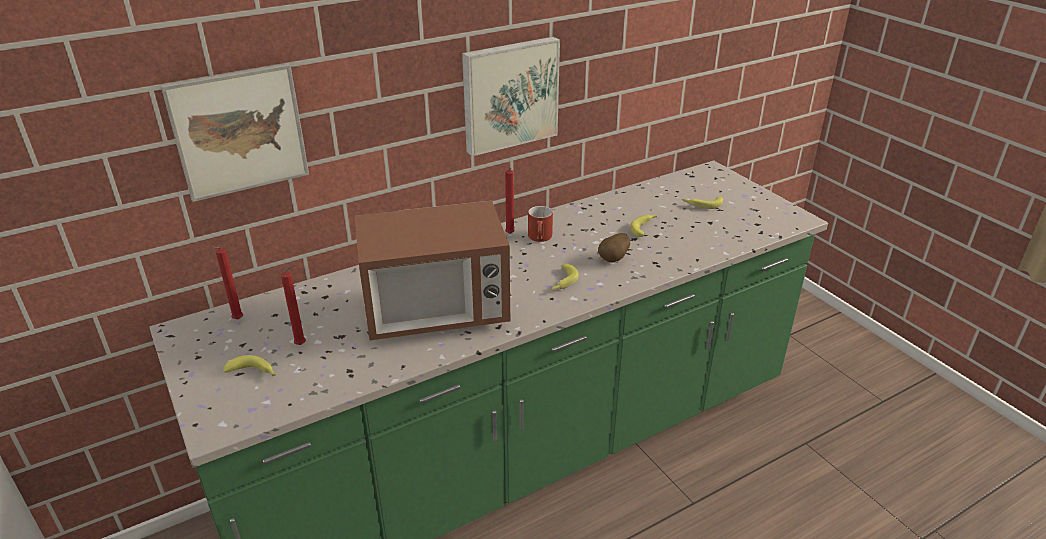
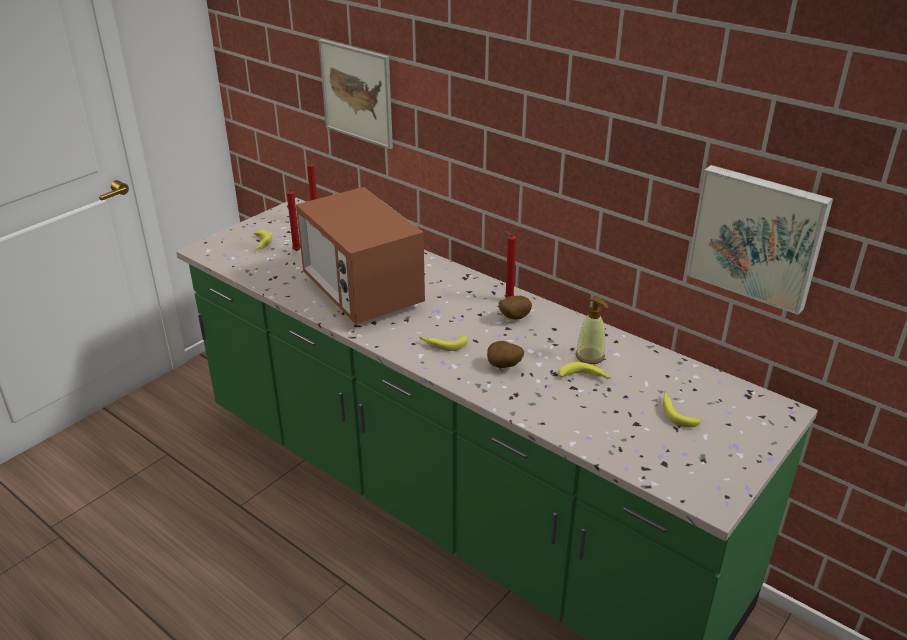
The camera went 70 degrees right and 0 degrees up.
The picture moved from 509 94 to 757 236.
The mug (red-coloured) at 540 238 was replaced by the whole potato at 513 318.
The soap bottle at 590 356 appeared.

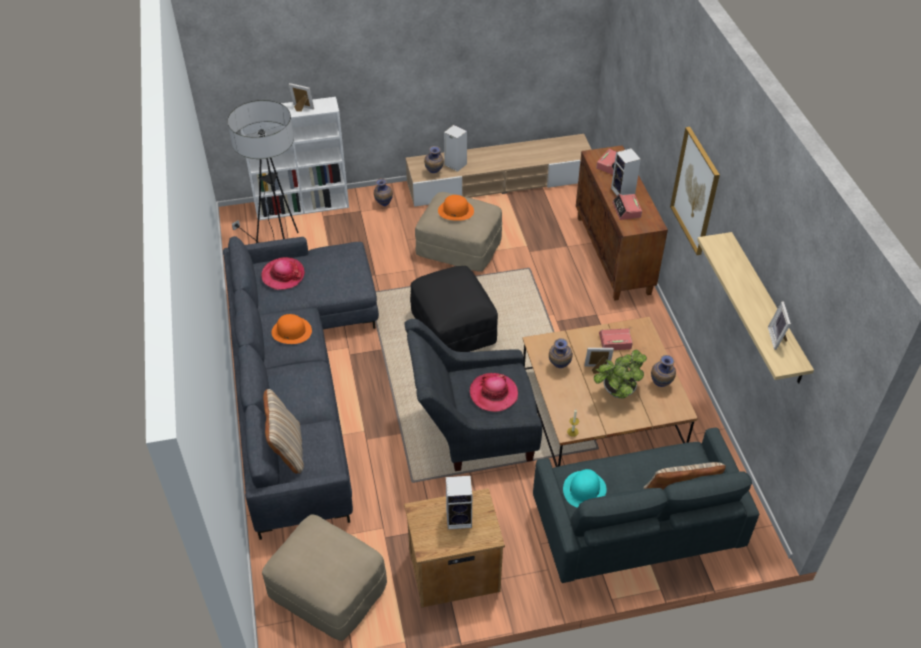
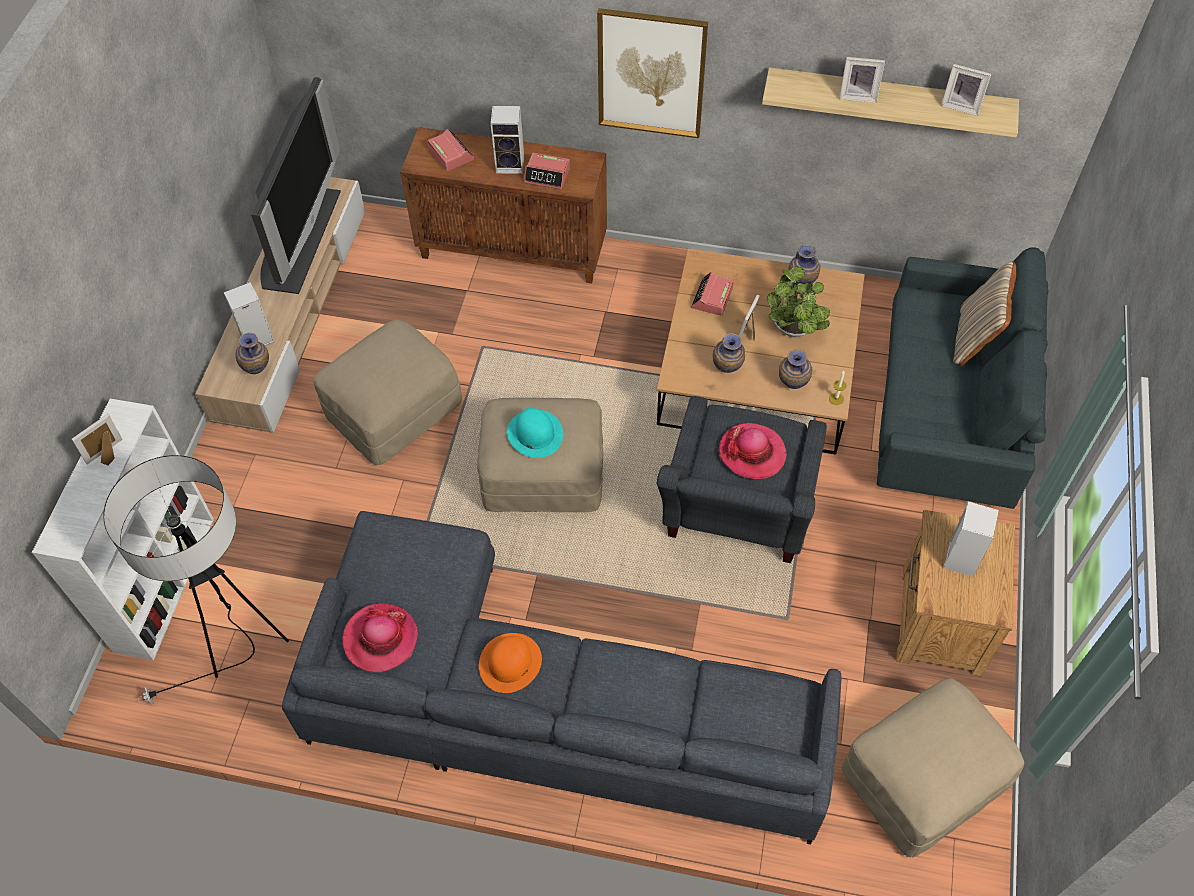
The camera went 65 degrees left and 10 degrees up.
The throw pillow (sand-coloured) at 287 450 disappeared.
The flower vase moved from 383 205 to 791 386.
The ottoman (black-coloured) at 452 327 became the ottoman (sand-coloured) at 542 475.
The wearable hat (orangey) at 456 210 disappeared.
The wearable hat (turquoise) moved from 584 489 to 534 433.
The TV set at 299 238 appeared.
The picture frame at 858 95 appeared.

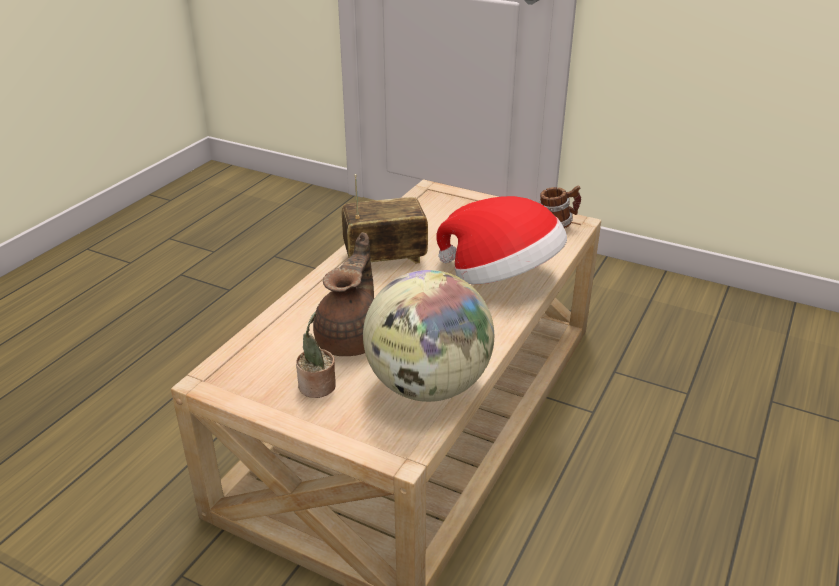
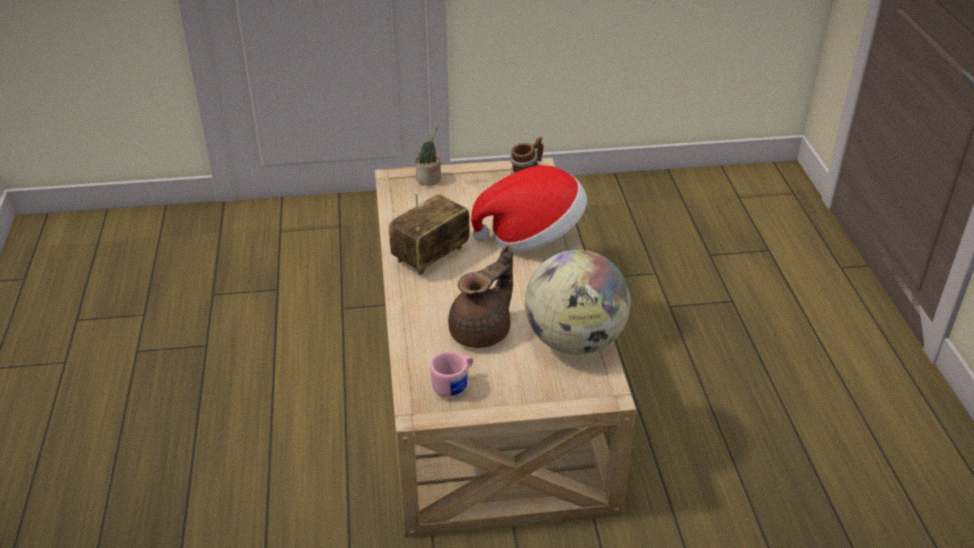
The camera went 35 degrees left and 5 degrees up.
The houseplant moved from 317 387 to 429 179.
The pot for tea (brown) at 352 339 turned 60 degrees clockwise.
The mug (pinkish) at 454 385 appeared.

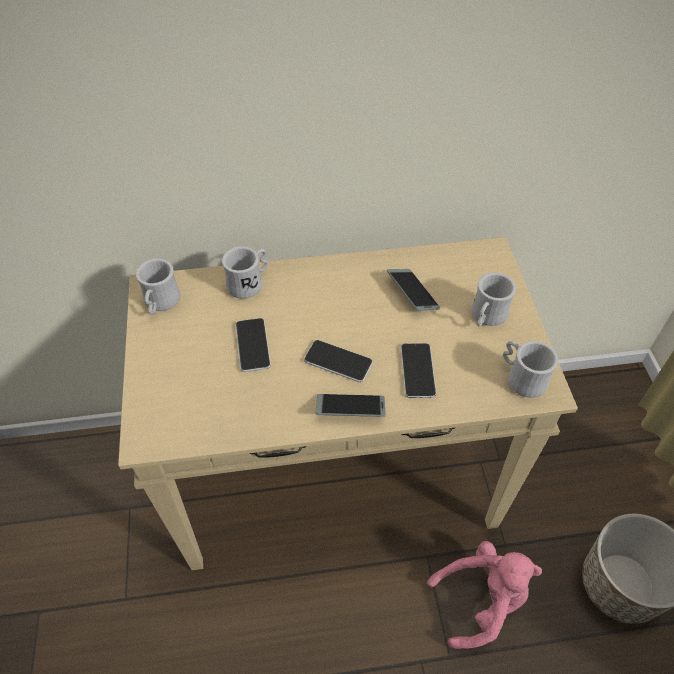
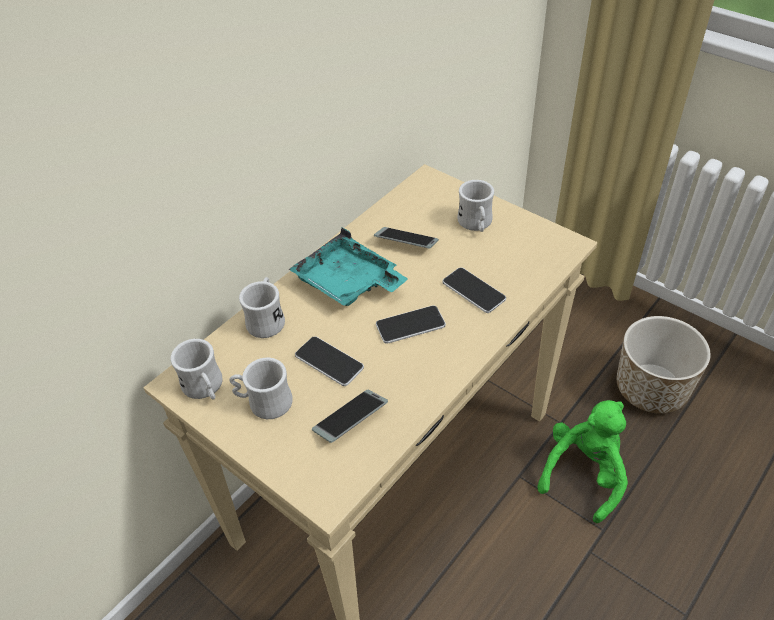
The camera went 40 degrees left and 5 degrees down.
The handset moved from 350 409 to 350 420.
The soft toy (pinkish) at 481 600 became the soft toy (green-coloured) at 584 473.
The mug (white) moved from 521 378 to 264 402.
The tray (turquoise) at 348 283 appeared.

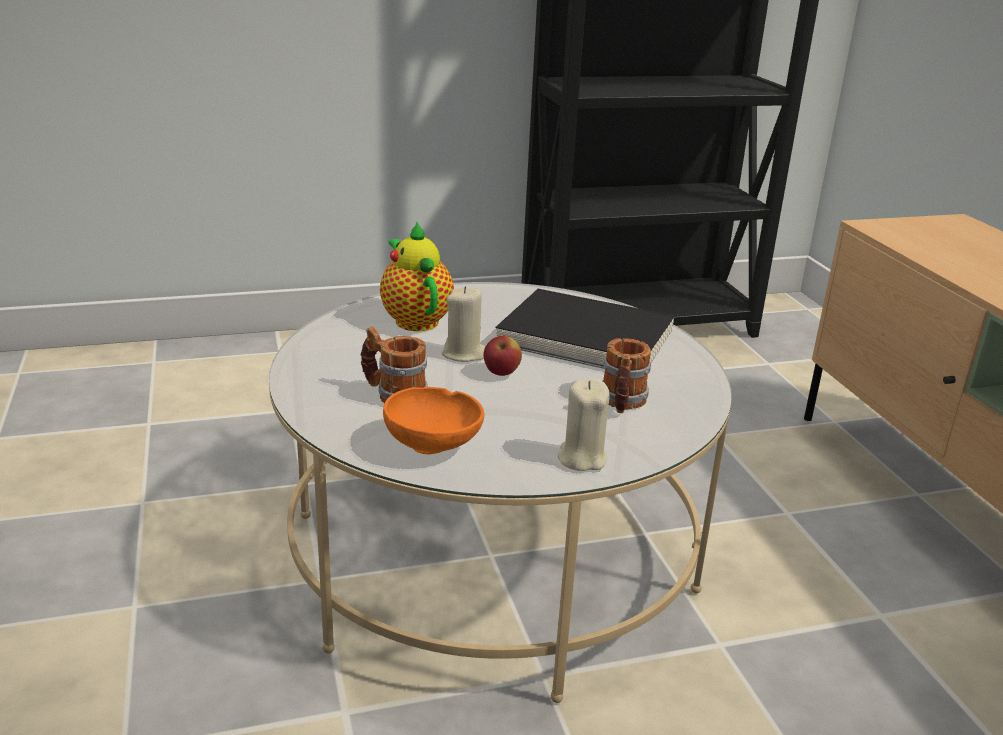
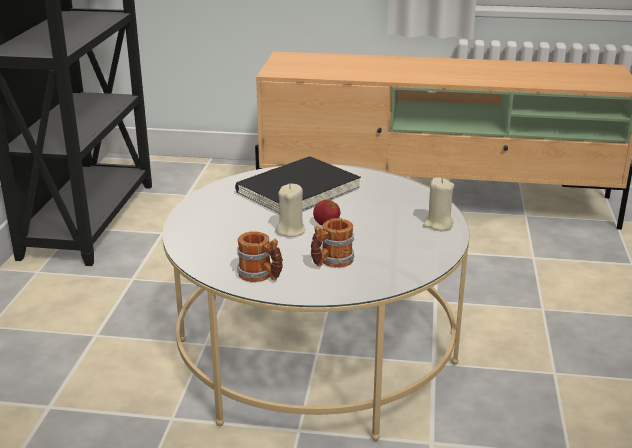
The camera went 65 degrees left and 0 degrees up.
The pot for tea at 415 319 disappeared.
The deep dish (orangey) at 435 445 disappeared.
The mug moved from 622 403 to 261 276.

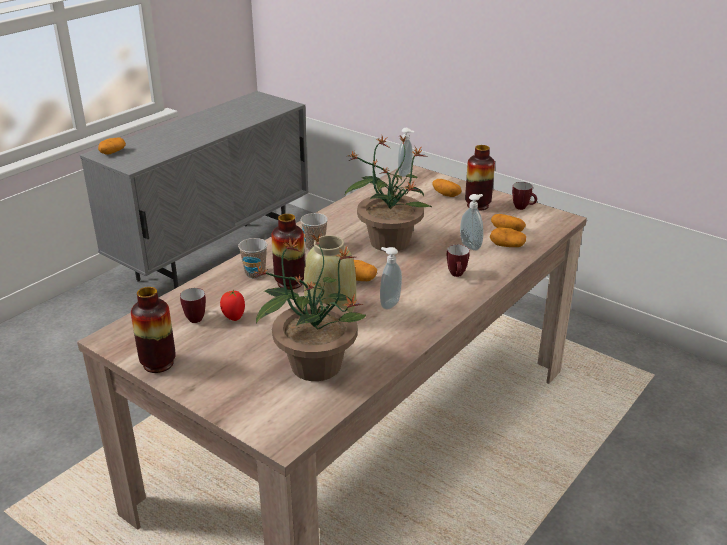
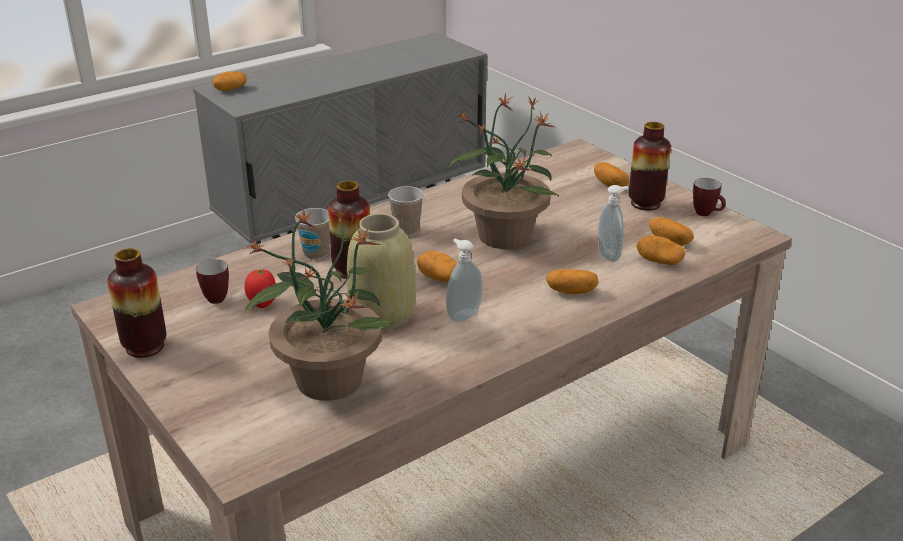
The camera went 15 degrees right and 0 degrees up.
The soap bottle at 406 174 disappeared.
The mug at 457 275 was replaced by the whole potato at 571 291.

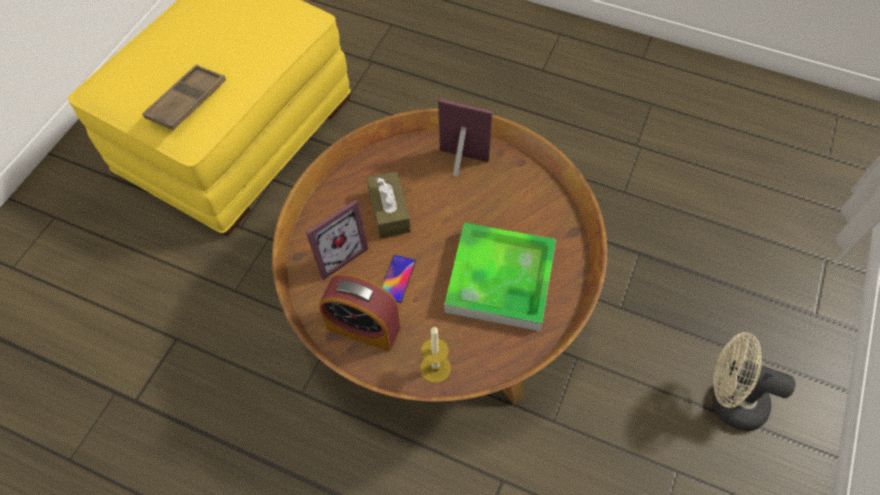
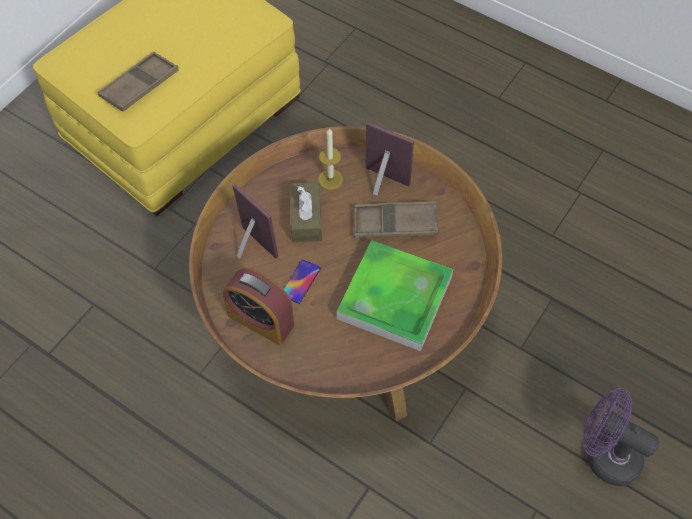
The camera went 10 degrees right and 0 degrees up.
The picture frame at 336 254 turned 105 degrees counterclockwise.
The wax candle moved from 435 368 to 330 179.
The cooling fan (sand-coloured) at 729 401 became the cooling fan (purplish) at 604 455.
The tray (brown) at 395 224 appeared.

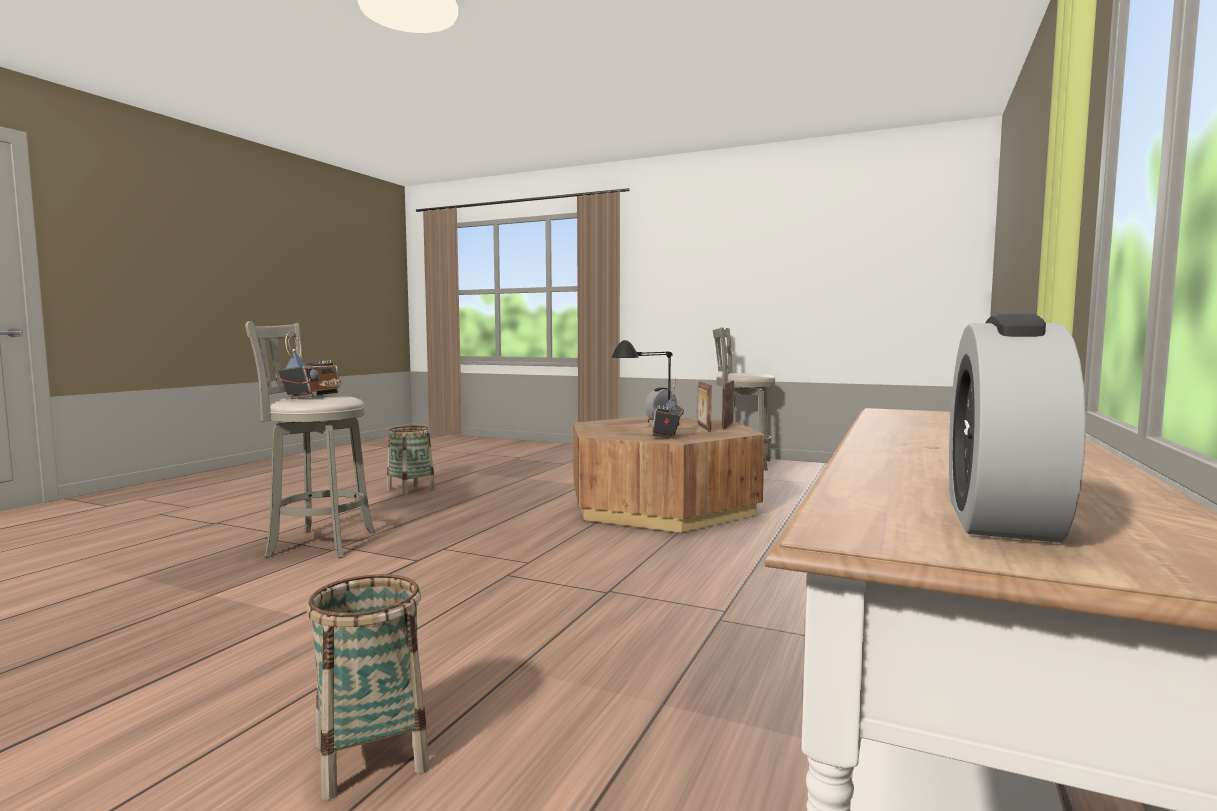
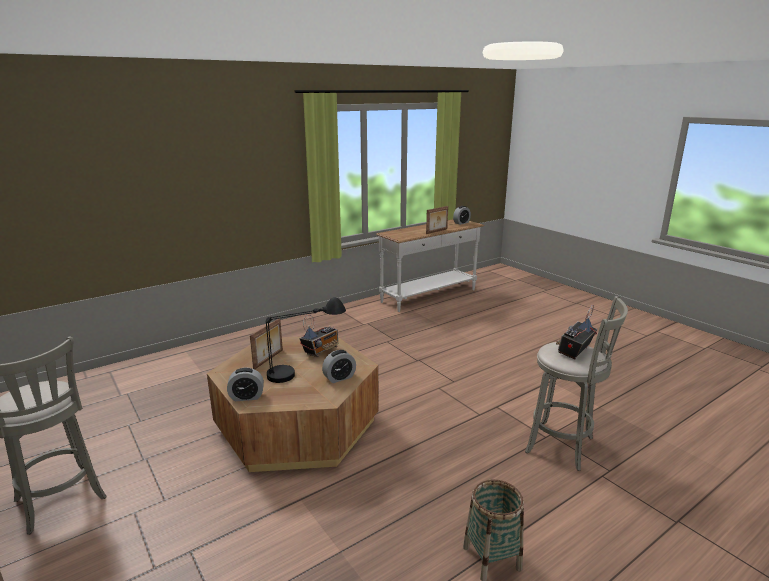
The camera went 150 degrees left and 15 degrees up.
The storage basket at 371 757 disappeared.
The picture frame moved from 727 426 to 437 231.
The table clock at 339 378 appeared.

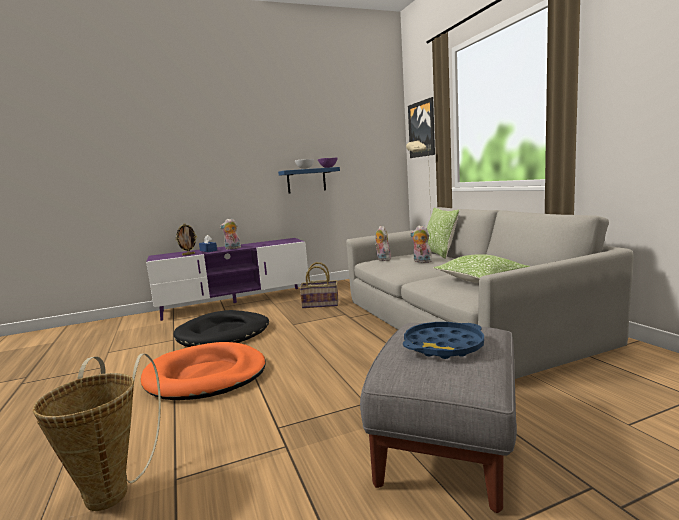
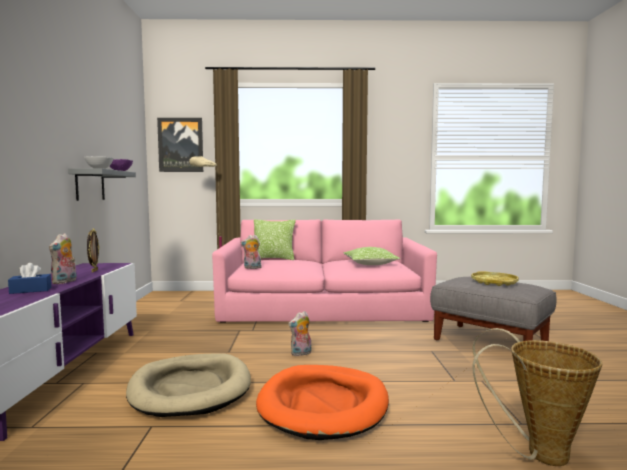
The camera went 70 degrees left and 5 degrees down.
The pet bed (black-coloured) at 223 333 became the pet bed (sand-coloured) at 191 388.
The picture frame moved from 188 254 to 94 271.
The bracket shelf (blue) at 306 180 became the bracket shelf (gray) at 90 185.
The storage basket at 320 304 disappeared.
The couch (gray) at 462 322 became the couch (pinkish) at 323 306.
The tray (blue) at 443 346 became the tray (yellowish) at 494 282.
The soft toy moved from 421 262 to 301 354.

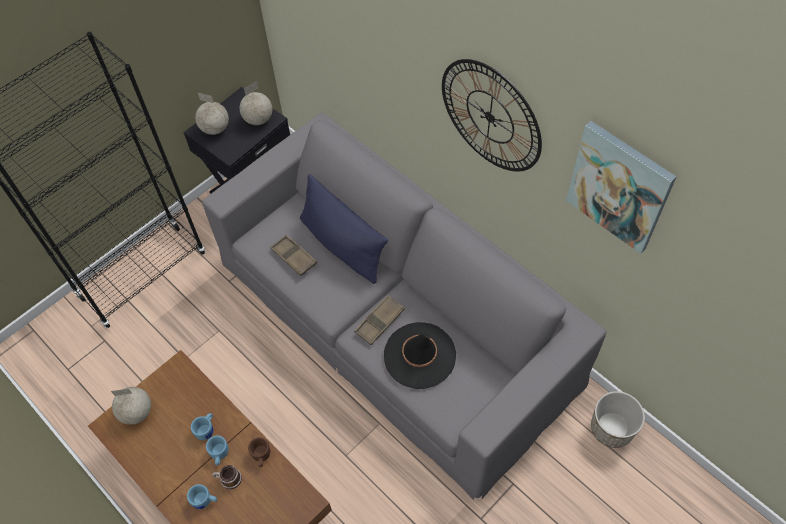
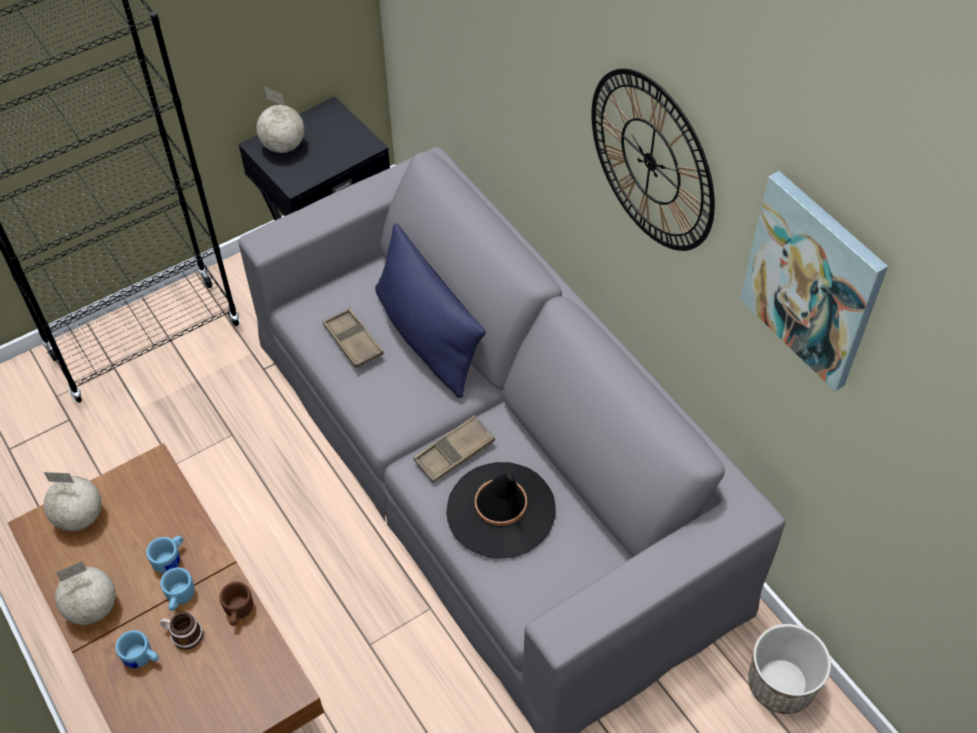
The camera went 10 degrees right and 5 degrees down.
The desk globe moved from 259 119 to 93 608.

